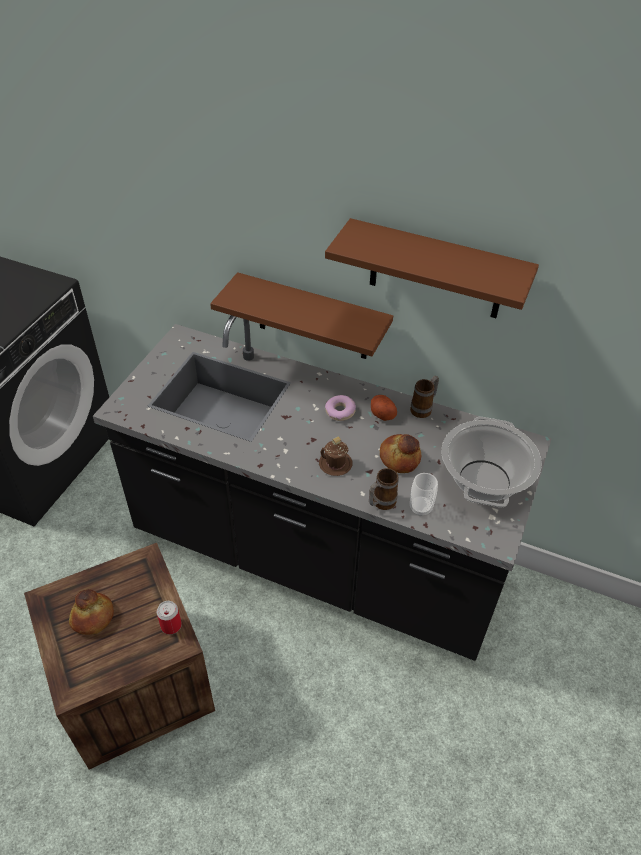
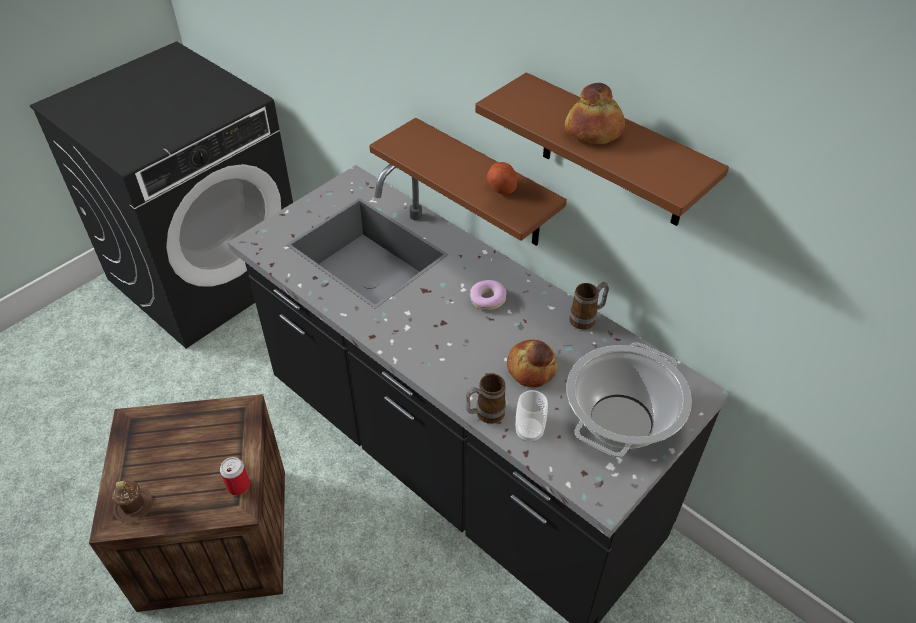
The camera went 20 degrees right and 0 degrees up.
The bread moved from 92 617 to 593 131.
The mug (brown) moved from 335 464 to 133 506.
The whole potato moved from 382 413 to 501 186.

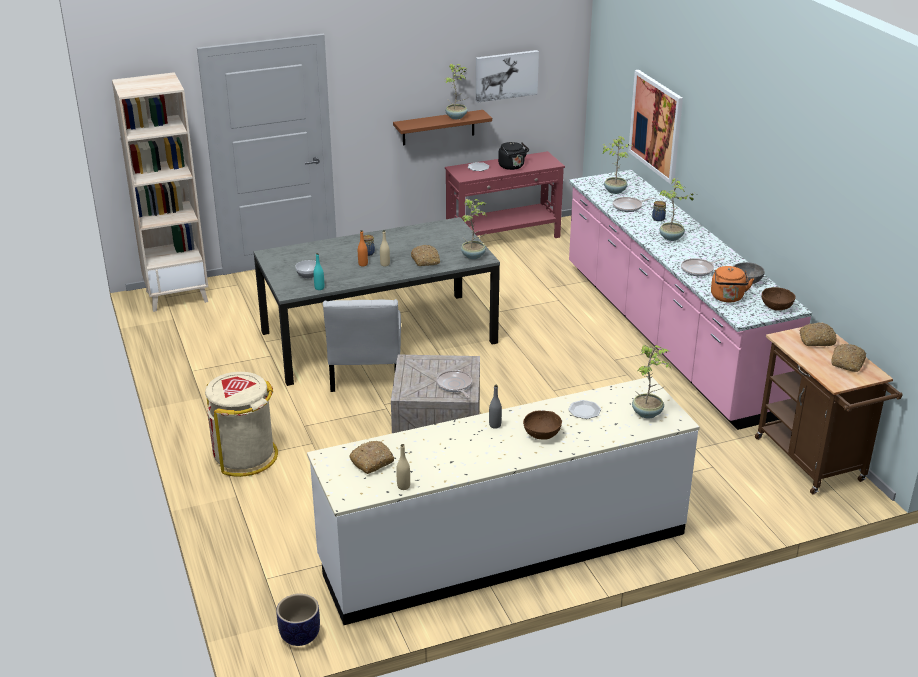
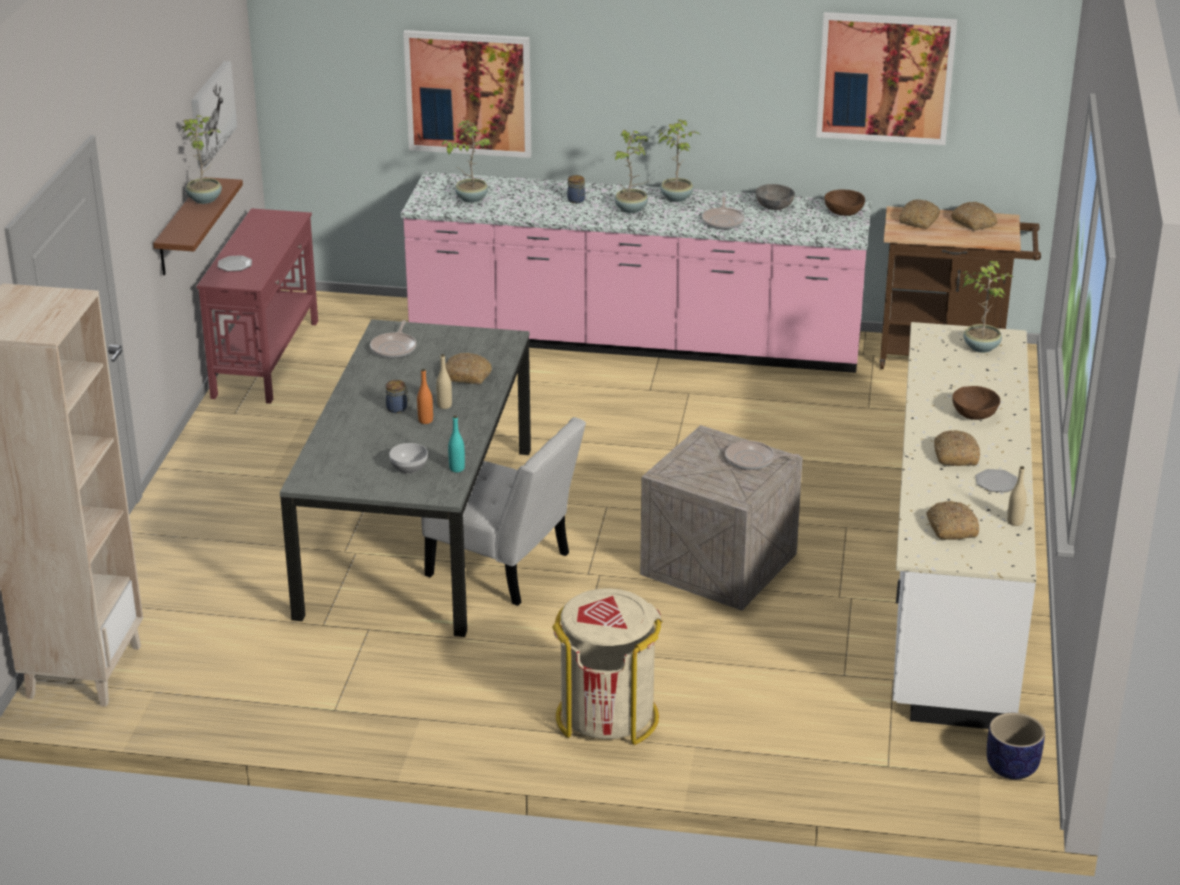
The camera went 60 degrees left and 0 degrees up.
The houseplant moved from 474 256 to 677 197.
The drink bottle (gray) at 495 425 disappeared.
The kettle (black-coloured) at 512 167 disappeared.
The dinner plate moved from 584 410 to 996 482.
The pan moved from 629 207 to 394 348.
The kettle (orangey) at 727 298 disappeared.
The picture at 885 78 appeared.
The bread at 955 456 appeared.

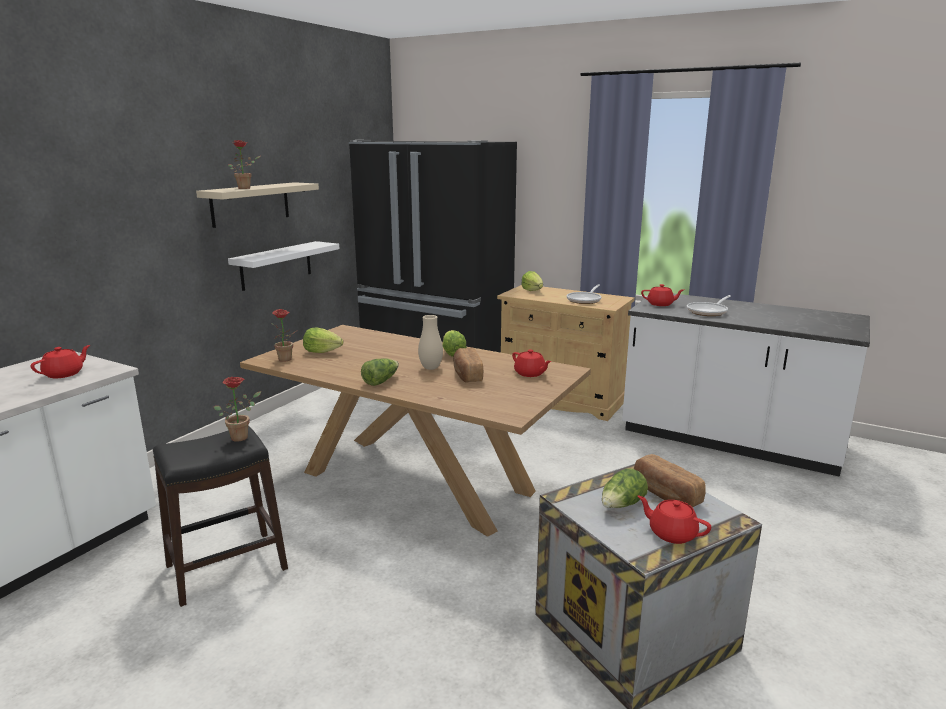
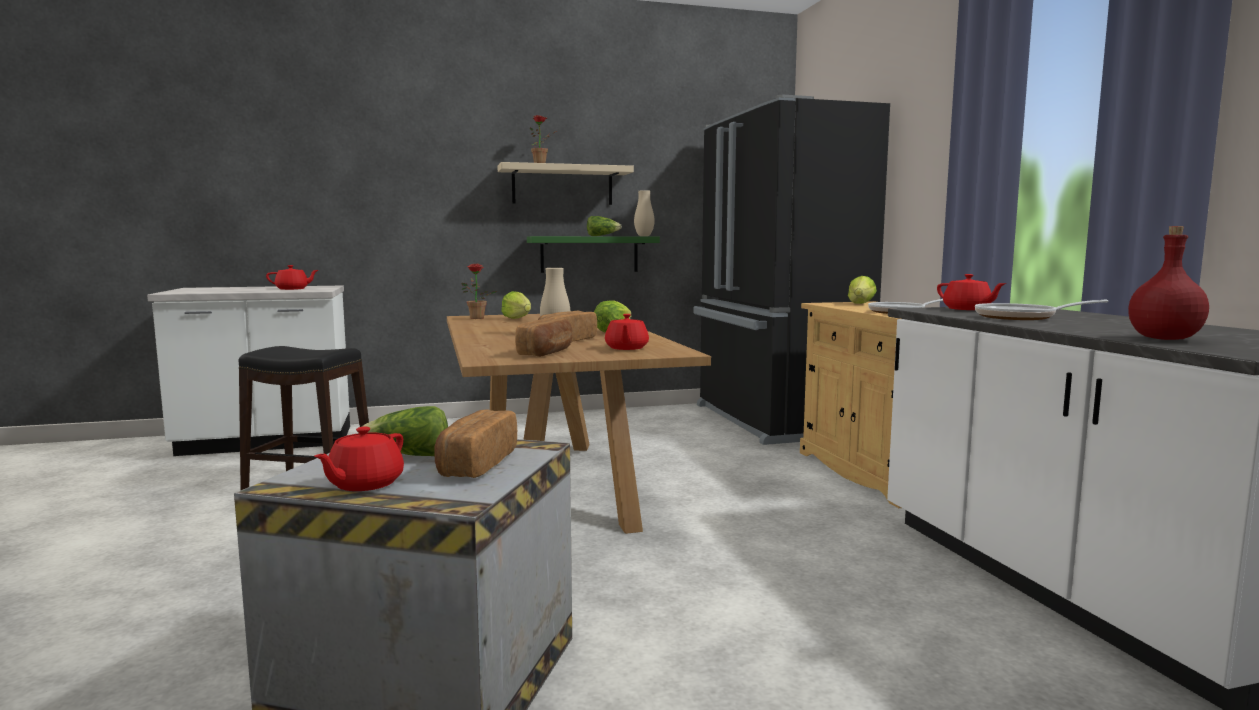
The camera went 45 degrees right and 10 degrees down.
The houseplant at 242 436 disappeared.
The bracket shelf (white) at 276 265 became the bracket shelf (green-coloured) at 589 254.
The head of lettuce moved from 380 381 to 602 236.
The pot for tea (red-coloured) at 671 533 turned 150 degrees counterclockwise.
The bread at 547 352 appeared.
The flower vase (sand-coloured) at 644 236 appeared.
The drink bottle (red-coloured) at 1163 339 appeared.

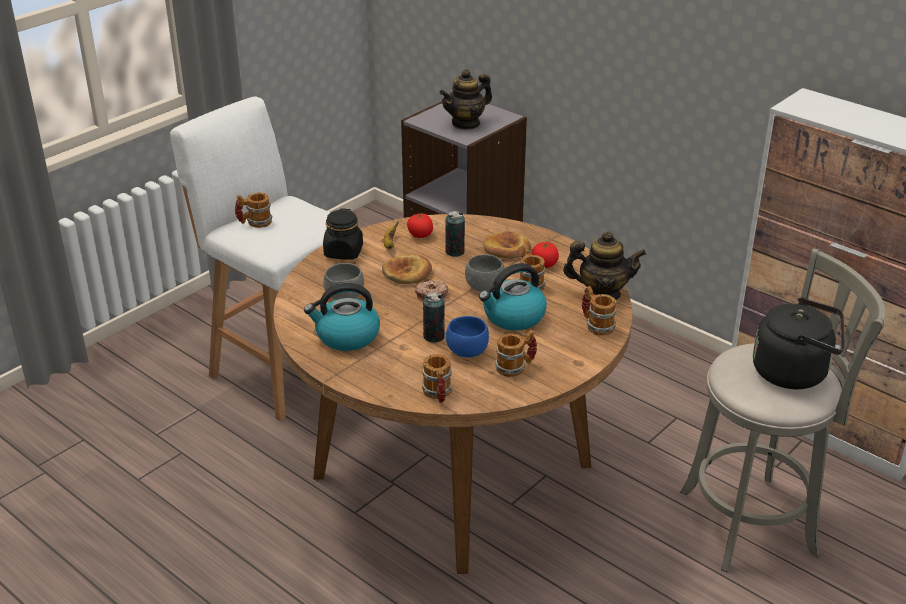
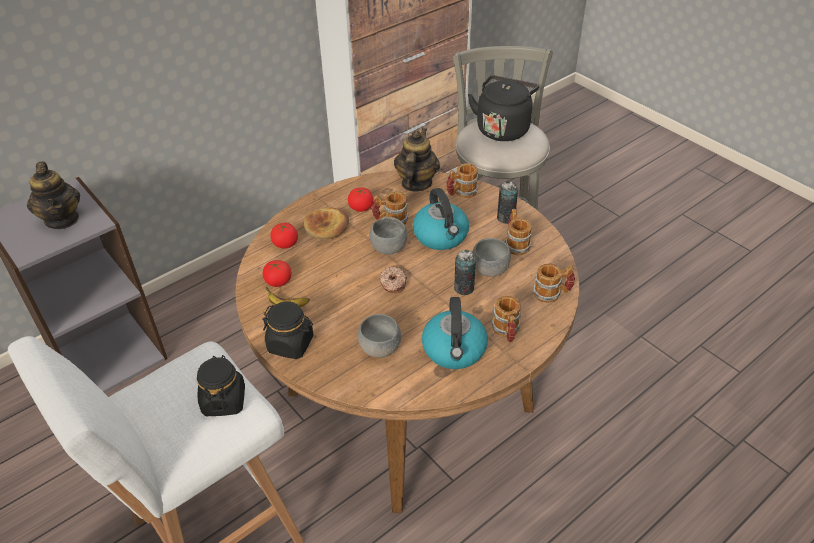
The camera went 80 degrees left and 10 degrees up.
The mug moved from 254 223 to 506 332.
The bread at 407 273 disappeared.
The metal can moved from 455 252 to 506 218.
The deep dish (blue) at 467 351 became the deep dish (gray) at 490 270.
The preserve jar (black-coloured) at 224 400 appeared.
The tomato at 285 244 appeared.

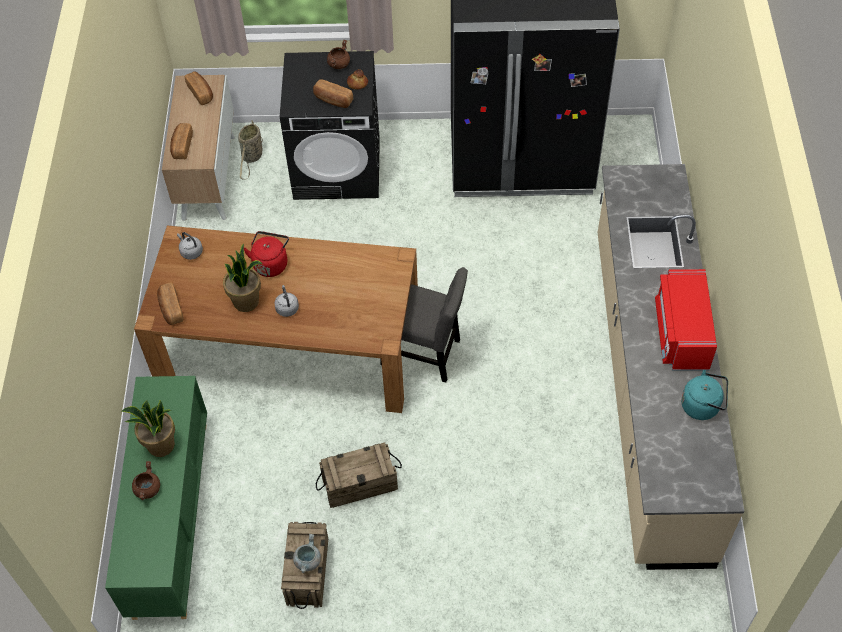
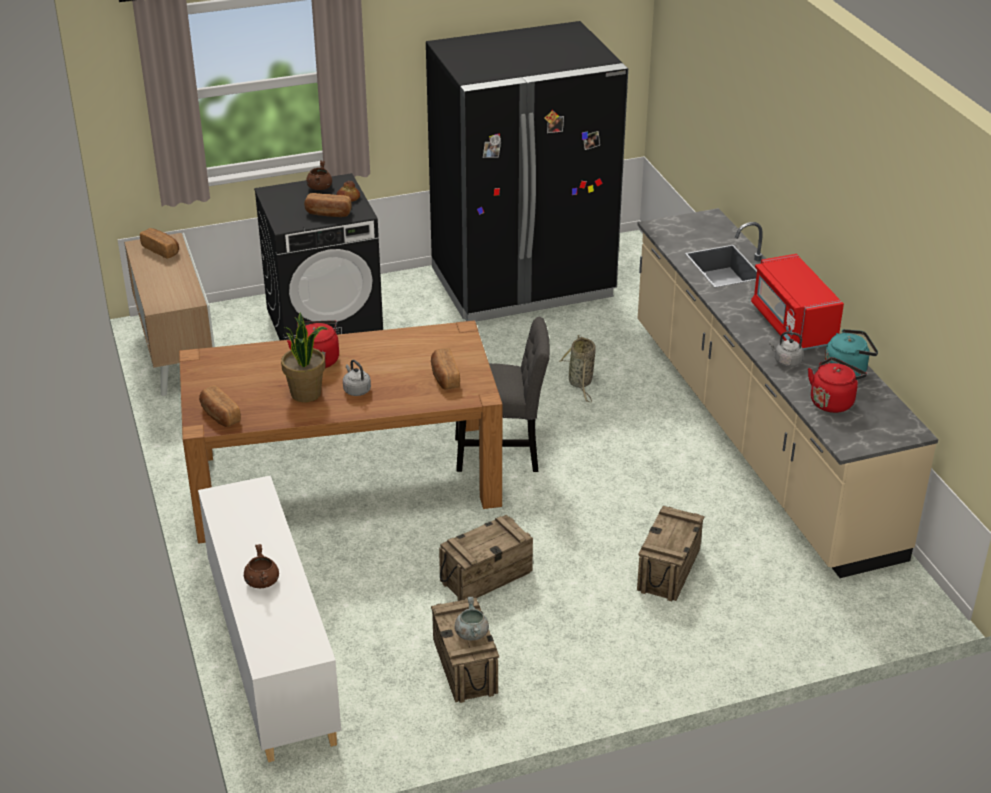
The camera went 20 degrees left and 20 degrees down.
The storage cabinet (green-coloured) at 171 517 became the storage cabinet (white) at 272 655.
The houseplant at 161 446 disappeared.
The bread moved from 182 146 to 444 377.
The kettle (gray) moved from 191 252 to 786 361.
The storage basket moved from 252 157 to 580 383.
The shipping crate at 669 570 appeared.
The kettle (red-coloured) at 833 401 appeared.

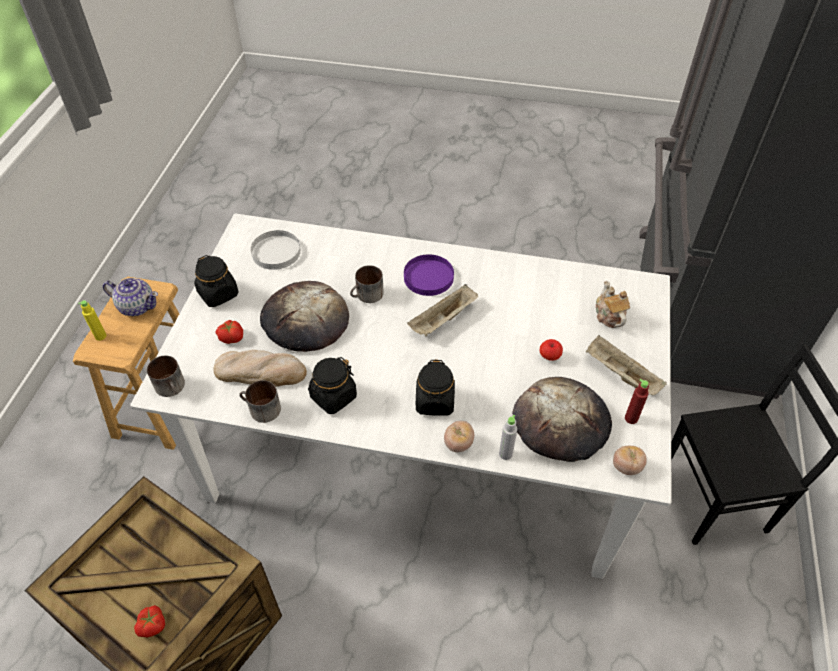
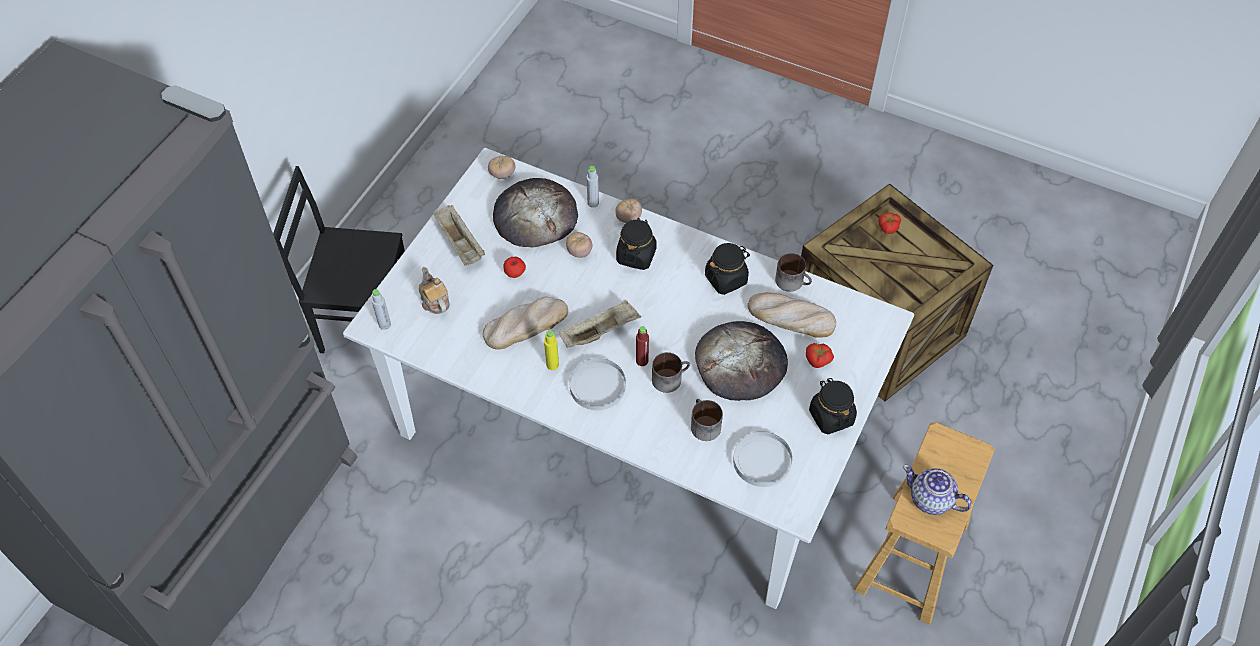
The camera went 165 degrees left and 5 degrees up.
The drink bottle (yellowish) moved from 100 336 to 552 365.
The mug moved from 172 387 to 702 425.
The dinner plate (purplish) at 428 277 became the dinner plate (white) at 598 386.
The pot for tea at 609 315 turned 150 degrees clockwise.
The drink bottle (red-coloured) moved from 631 418 to 642 361.
The drink bottle (gray) at 384 324 appeared.
The bread at 526 325 appeared.
The tomato at 579 252 appeared.

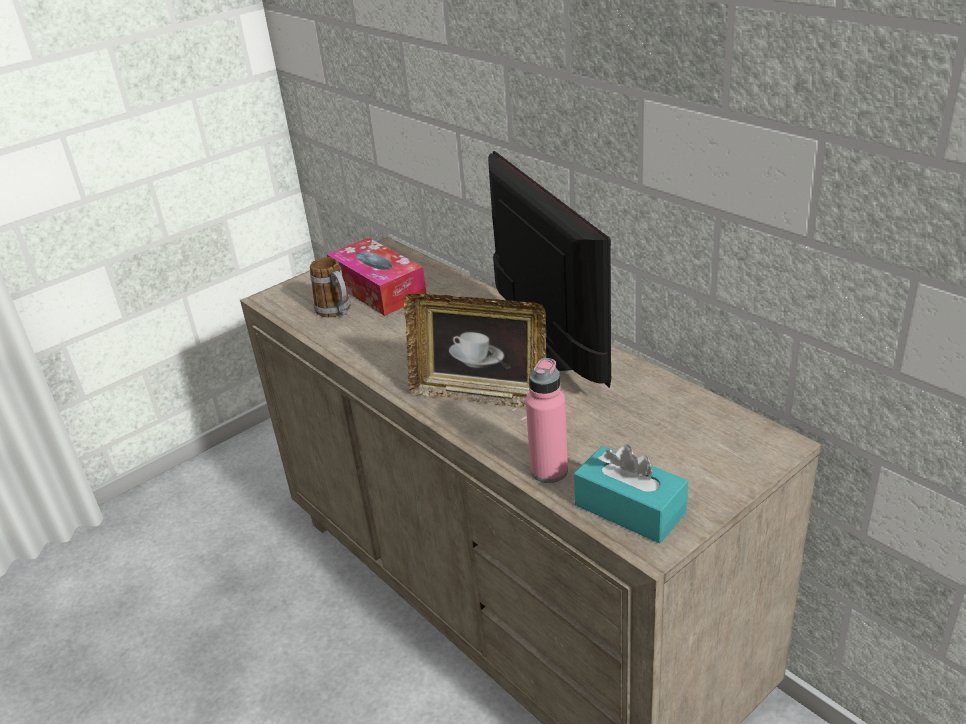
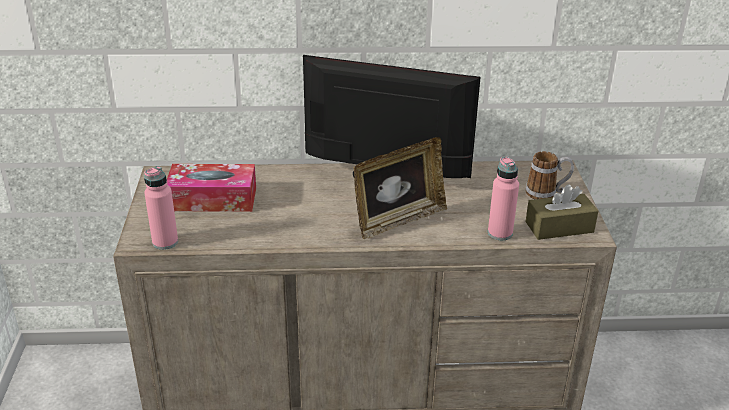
The camera went 55 degrees left and 0 degrees up.
The mug moved from 336 312 to 547 193.
The tissue holder (turquoise) at 630 509 became the tissue holder (brown) at 559 227.
The drink bottle (pinkish) at 165 242 appeared.

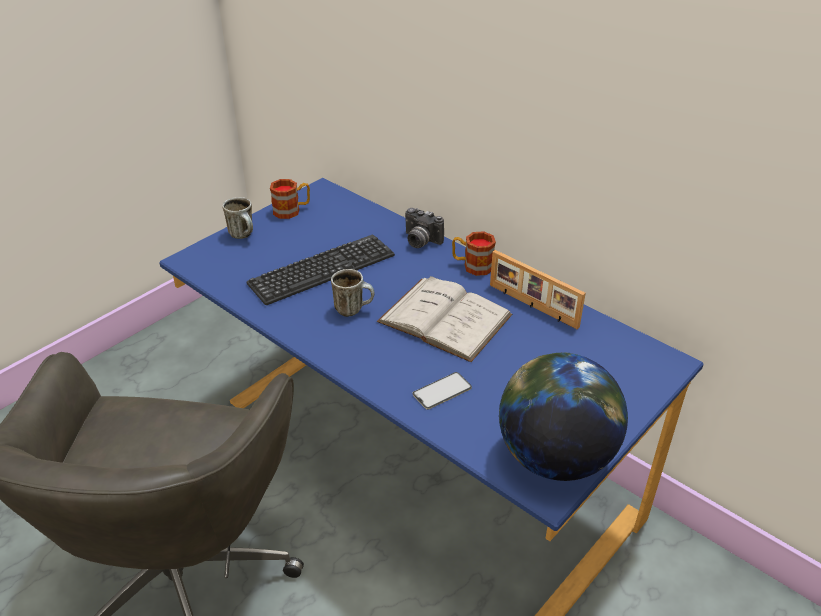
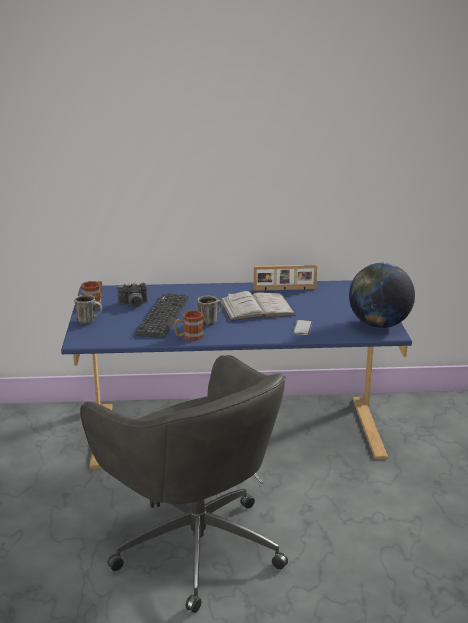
The camera went 45 degrees left and 15 degrees down.
The photo camera moved from 420 241 to 133 304.
The mug moved from 472 265 to 189 337.

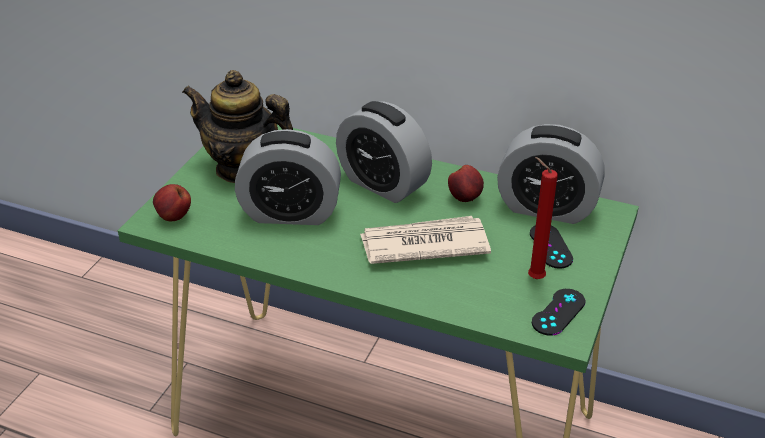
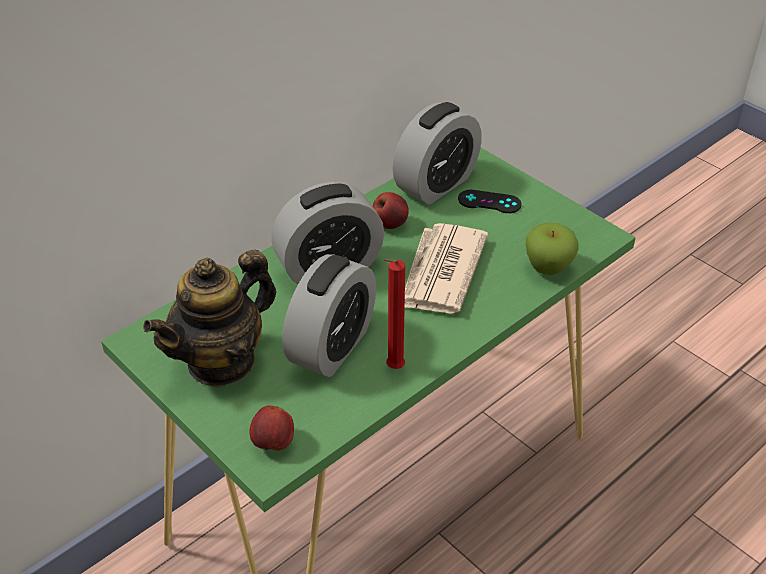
The camera went 65 degrees left and 5 degrees up.
The wax candle (red-coloured) moved from 533 278 to 393 369.
The gamepad (black-coloured) at 558 312 disappeared.
The whole apple at 548 268 appeared.

